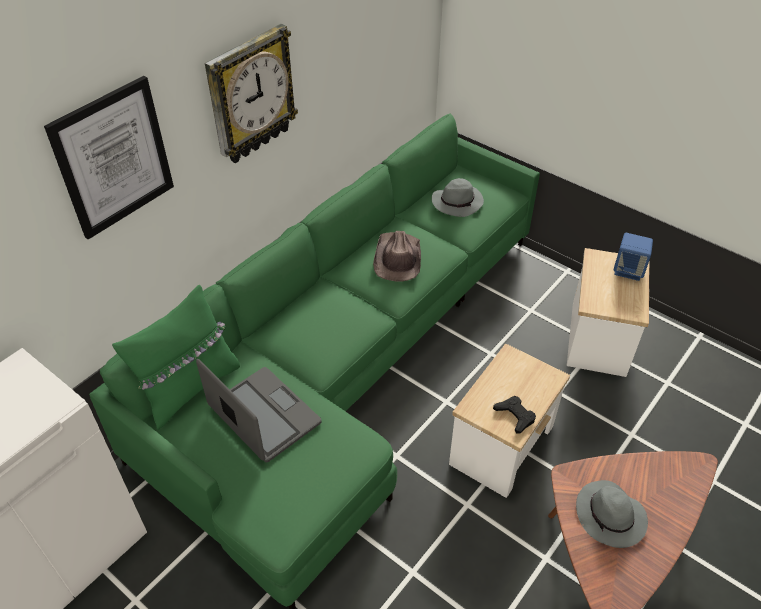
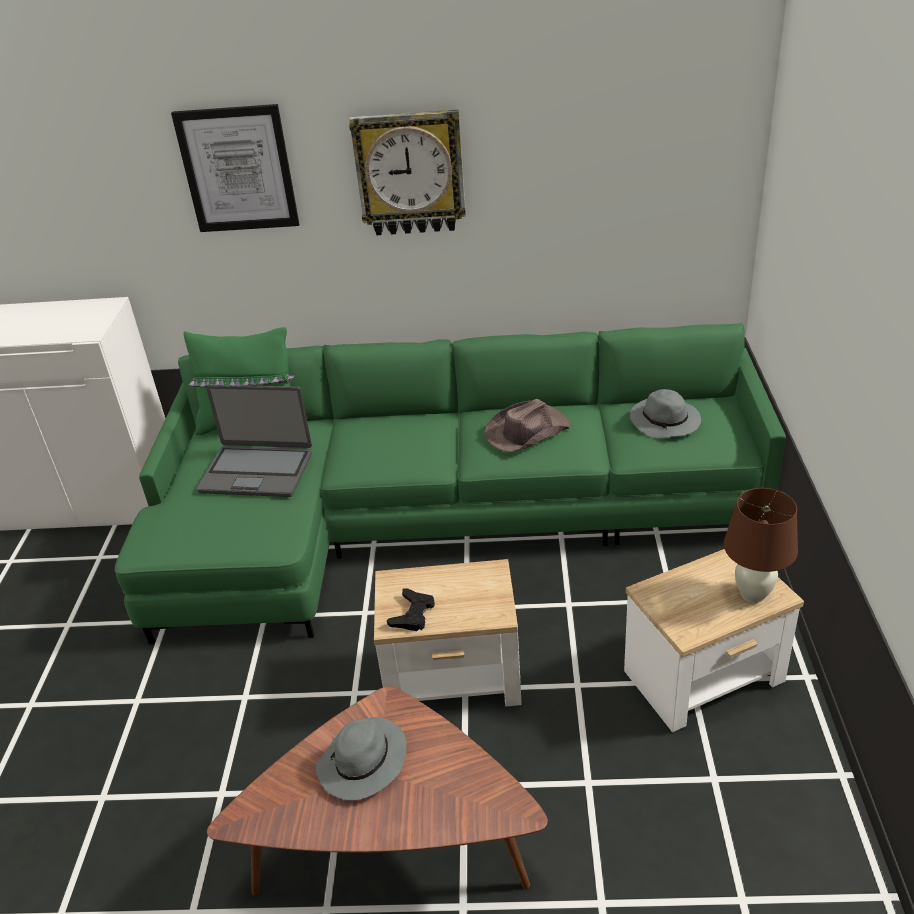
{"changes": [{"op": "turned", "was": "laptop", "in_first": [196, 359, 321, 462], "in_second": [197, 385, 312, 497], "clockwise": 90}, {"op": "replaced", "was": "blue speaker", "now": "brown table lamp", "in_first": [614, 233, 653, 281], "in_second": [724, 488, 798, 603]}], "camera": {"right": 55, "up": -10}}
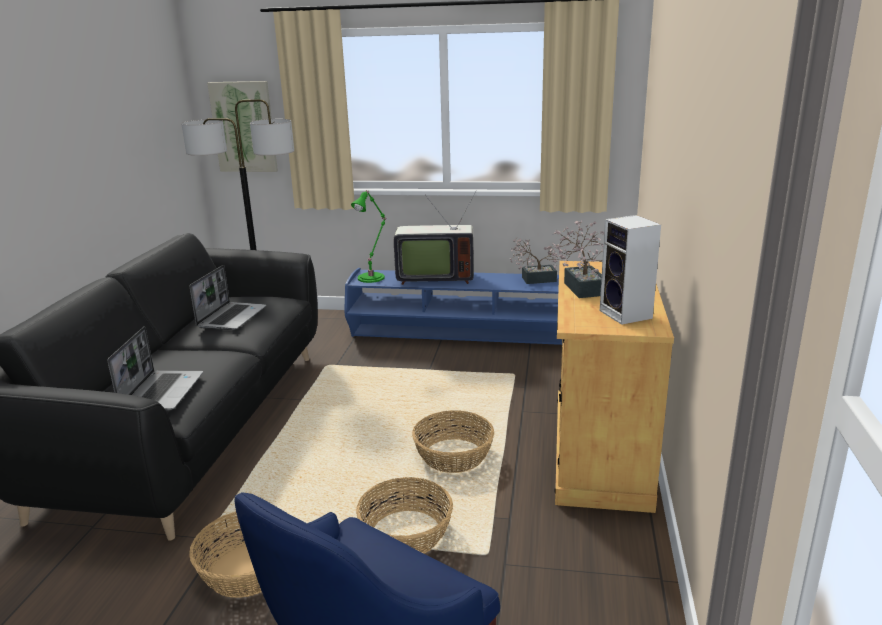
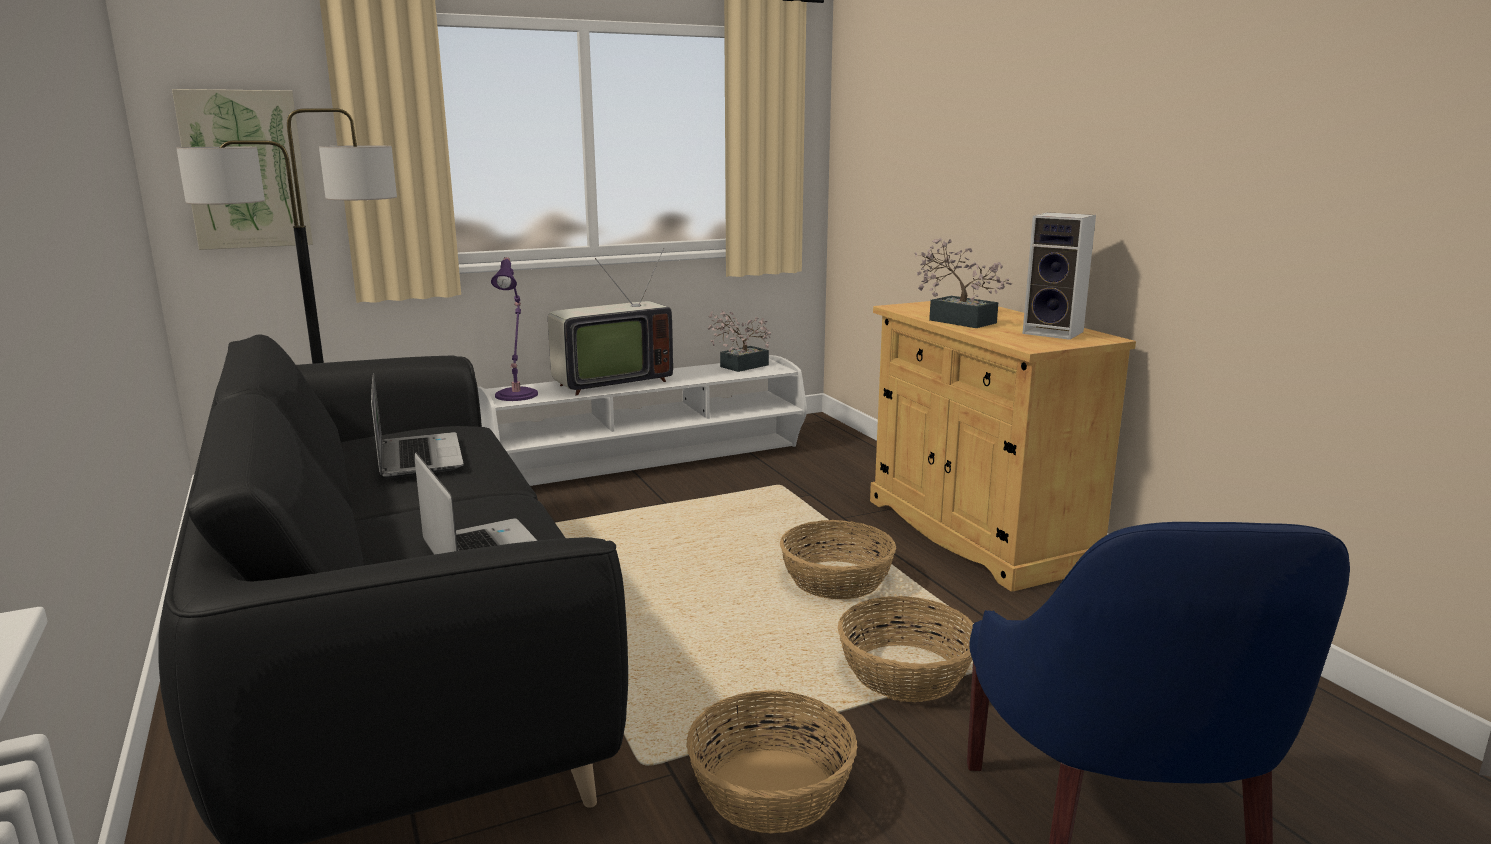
{"changes": [{"op": "recoloured", "was": "blue tv stand", "now": "white tv stand", "in_first": [345, 268, 562, 345], "in_second": [477, 355, 807, 486]}, {"op": "recoloured", "was": "green table lamp", "now": "purple table lamp", "in_first": [351, 190, 386, 283], "in_second": [491, 257, 538, 401]}], "camera": {"right": -35, "up": -5}}
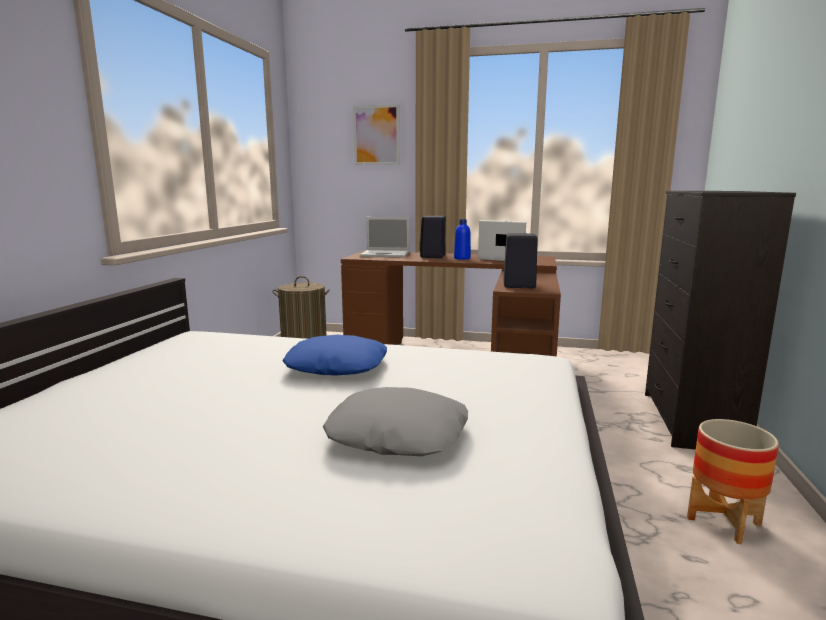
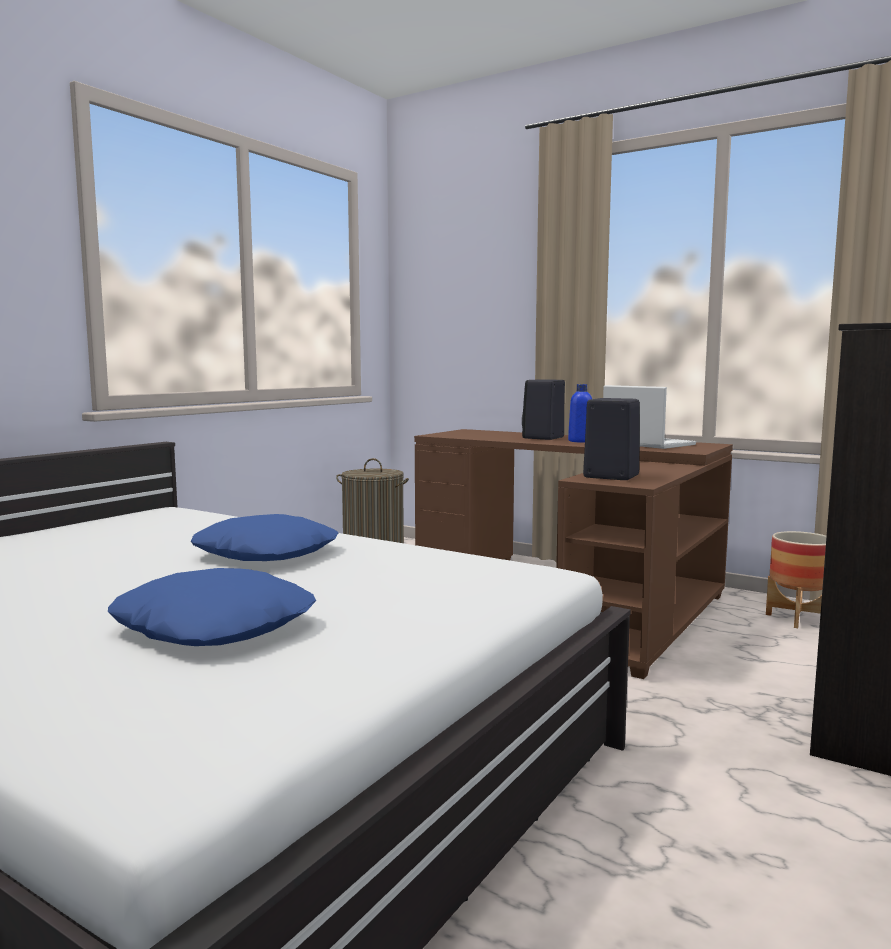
{"changes": [{"op": "recoloured", "was": "grey pillow", "now": "blue pillow", "in_first": [322, 387, 468, 456], "in_second": [108, 568, 316, 646]}, {"op": "removed", "was": "picture", "in_first": [353, 104, 400, 165]}, {"op": "removed", "was": "laptop", "in_first": [360, 217, 410, 257]}, {"op": "moved", "was": "planter", "in_first": [687, 419, 779, 544], "in_second": [766, 531, 826, 628]}], "camera": {"right": 20, "up": -5}}
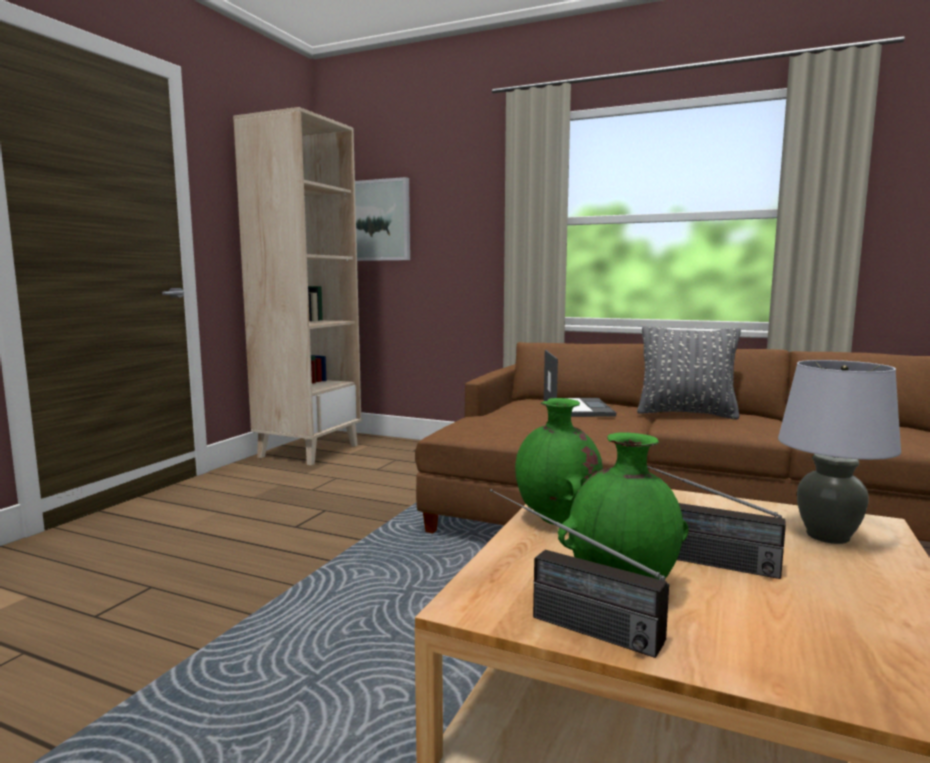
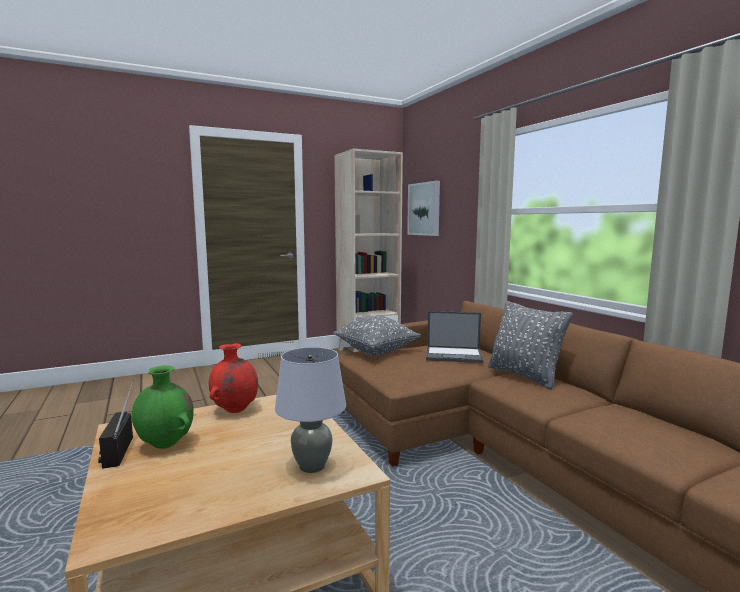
{"changes": [{"op": "recoloured", "was": "green vase", "now": "red vase", "in_first": [515, 398, 603, 524], "in_second": [209, 343, 258, 413]}, {"op": "turned", "was": "laptop", "in_first": [544, 350, 616, 417], "in_second": [426, 311, 483, 363], "clockwise": 60}, {"op": "removed", "was": "radio", "in_first": [647, 466, 786, 579]}, {"op": "added", "now": "grey pillow", "in_second": [333, 316, 421, 356]}], "camera": {"right": 40, "up": 0}}
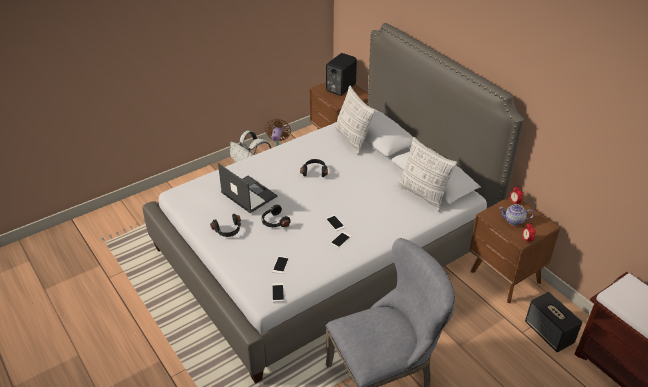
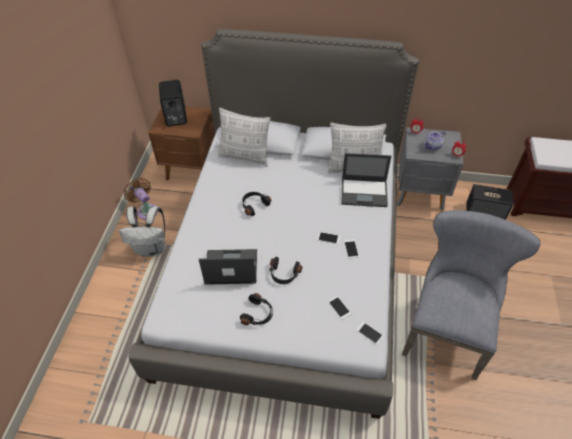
{"changes": [{"op": "recoloured", "was": "brown nightstand", "now": "grey nightstand", "in_first": [469, 197, 561, 303], "in_second": [397, 127, 463, 211]}, {"op": "added", "now": "laptop", "in_second": [341, 153, 391, 207]}], "camera": {"right": -45, "up": 10}}
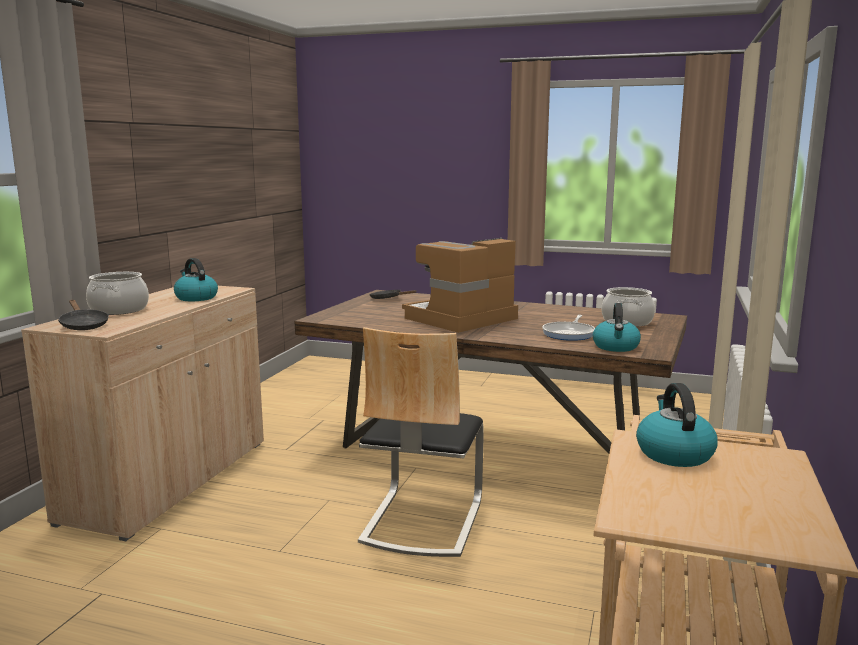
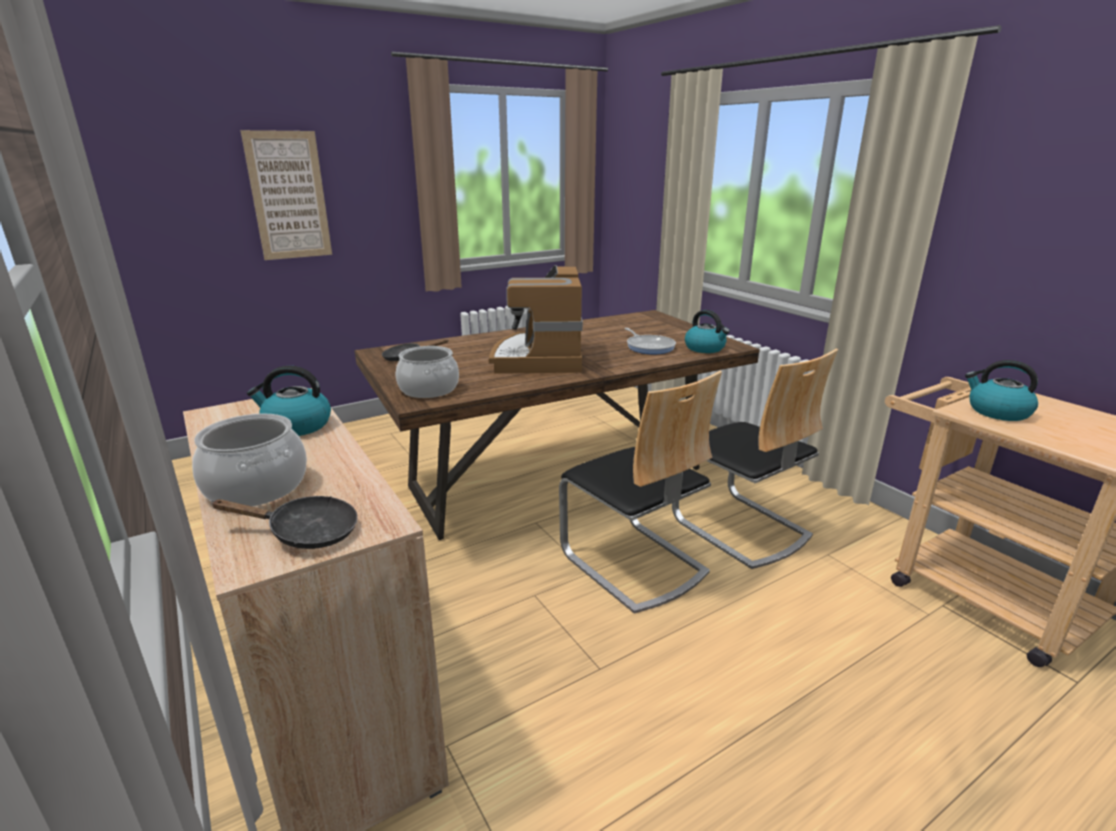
{"changes": [{"op": "moved", "was": "cooking pot", "in_first": [601, 287, 655, 327], "in_second": [396, 346, 459, 398]}, {"op": "added", "now": "picture", "in_second": [240, 130, 332, 260]}, {"op": "added", "now": "chair", "in_second": [672, 349, 838, 569]}], "camera": {"right": -50, "up": 10}}
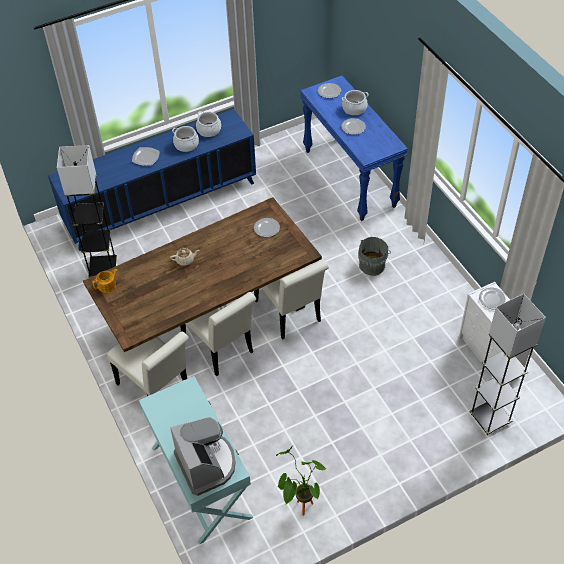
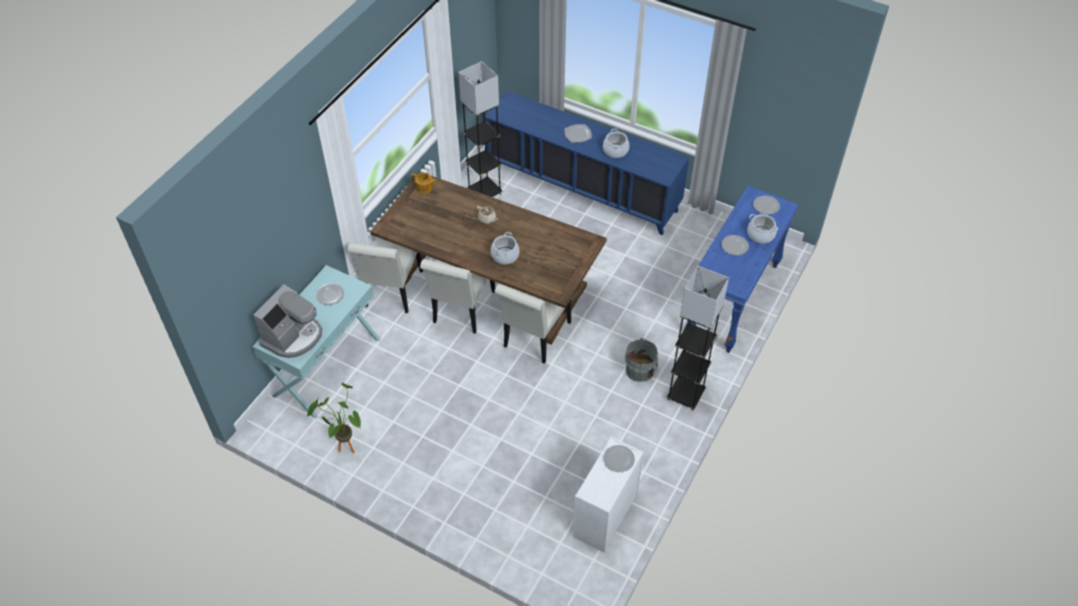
{"changes": [{"op": "moved", "was": "cooking pot", "in_first": [196, 111, 221, 137], "in_second": [491, 232, 519, 264]}, {"op": "moved", "was": "plate", "in_first": [254, 218, 280, 237], "in_second": [316, 283, 344, 305]}, {"op": "moved", "was": "grey floor lamp", "in_first": [469, 294, 546, 435], "in_second": [666, 266, 729, 410]}], "camera": {"right": 55, "up": 0}}
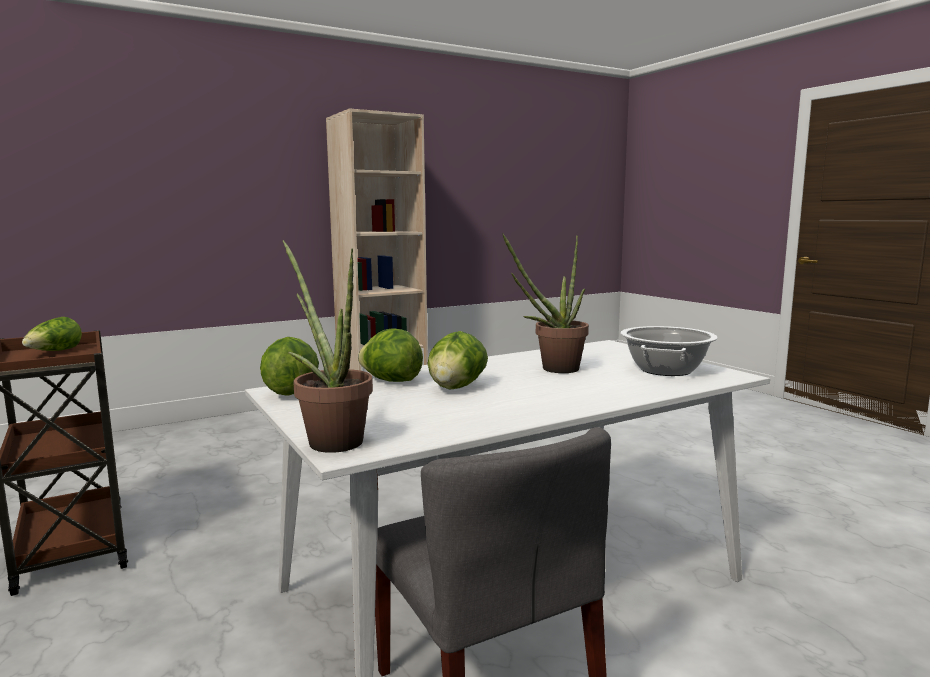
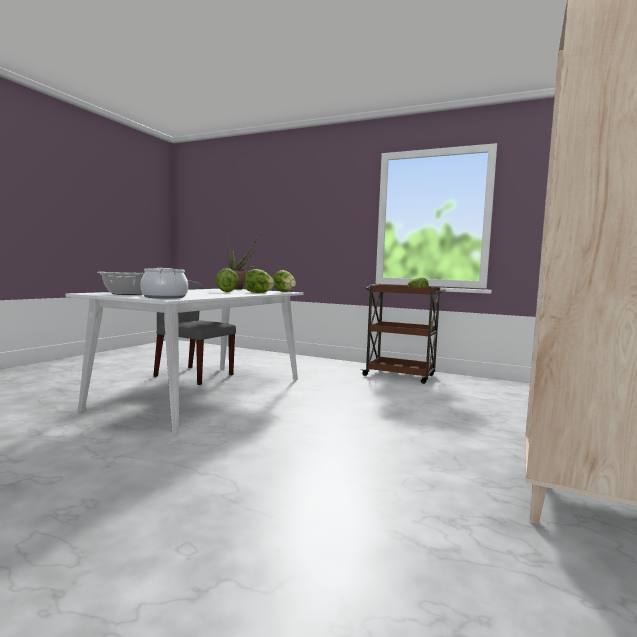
{"changes": [{"op": "removed", "was": "potted plant", "in_first": [502, 233, 589, 373]}, {"op": "added", "now": "cooking pot", "in_second": [140, 268, 188, 299]}], "camera": {"right": 145, "up": -5}}
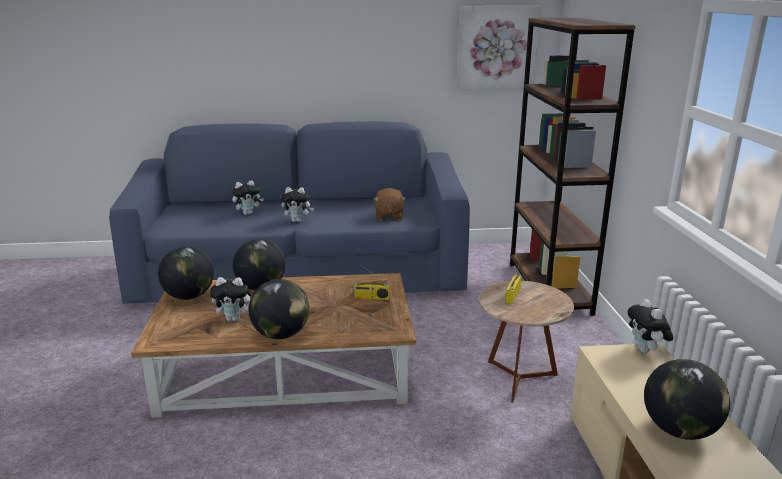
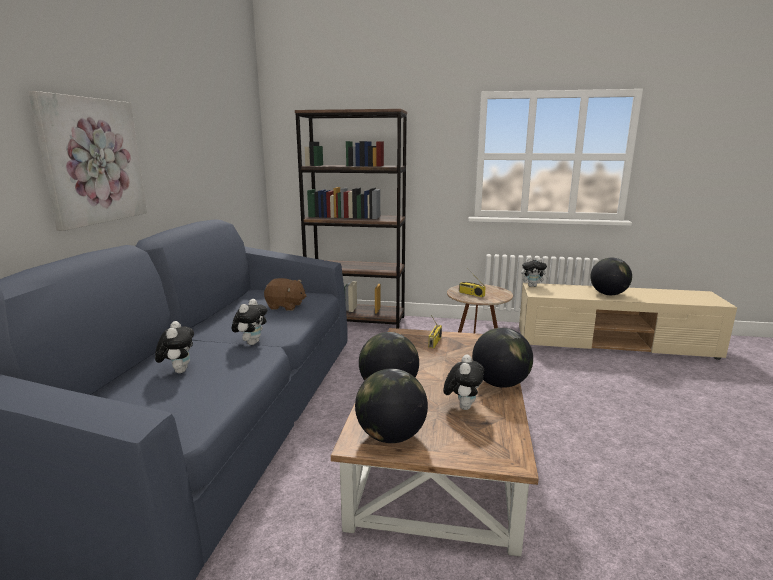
{"changes": [{"op": "moved", "was": "picture", "in_first": [457, 6, 541, 89], "in_second": [28, 91, 147, 231]}], "camera": {"right": -75, "up": -5}}
